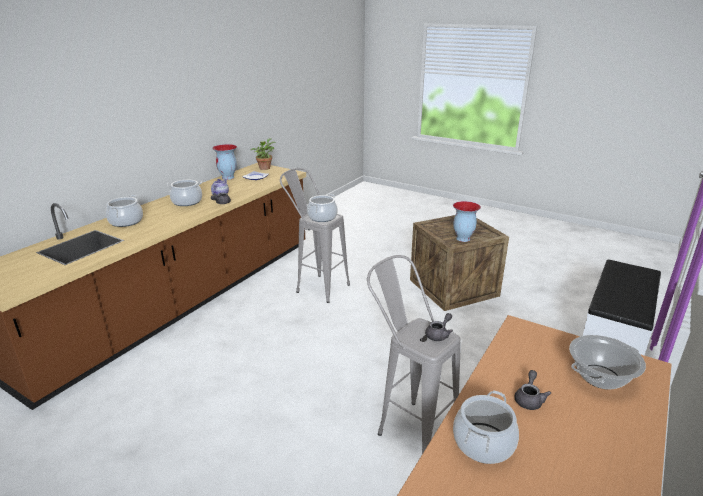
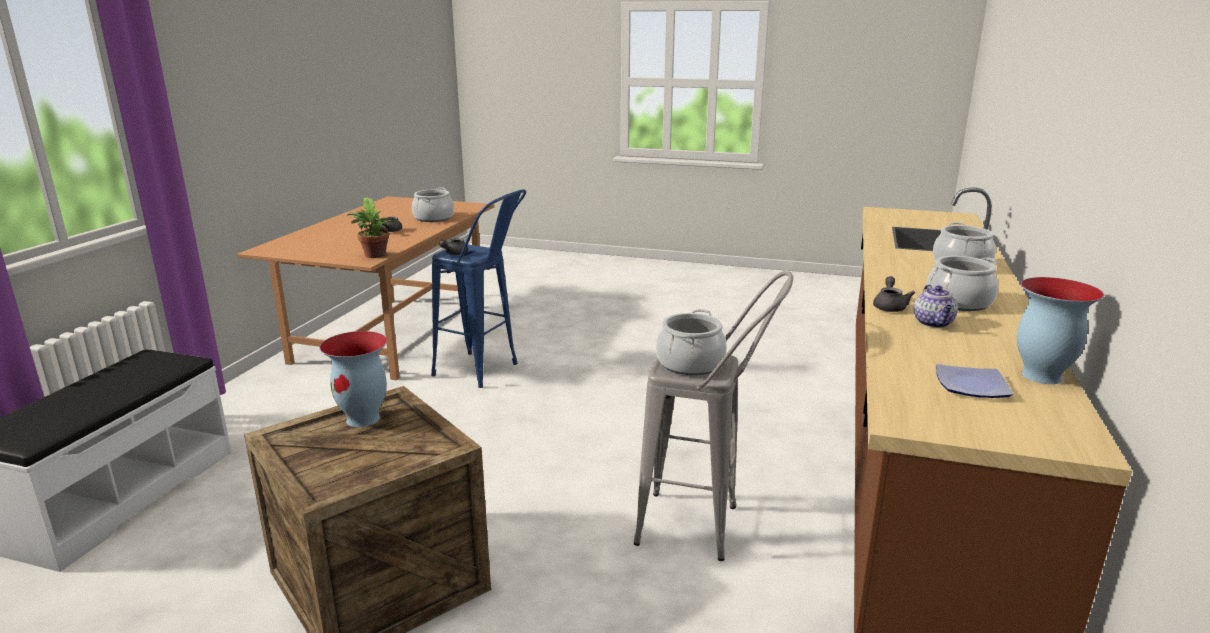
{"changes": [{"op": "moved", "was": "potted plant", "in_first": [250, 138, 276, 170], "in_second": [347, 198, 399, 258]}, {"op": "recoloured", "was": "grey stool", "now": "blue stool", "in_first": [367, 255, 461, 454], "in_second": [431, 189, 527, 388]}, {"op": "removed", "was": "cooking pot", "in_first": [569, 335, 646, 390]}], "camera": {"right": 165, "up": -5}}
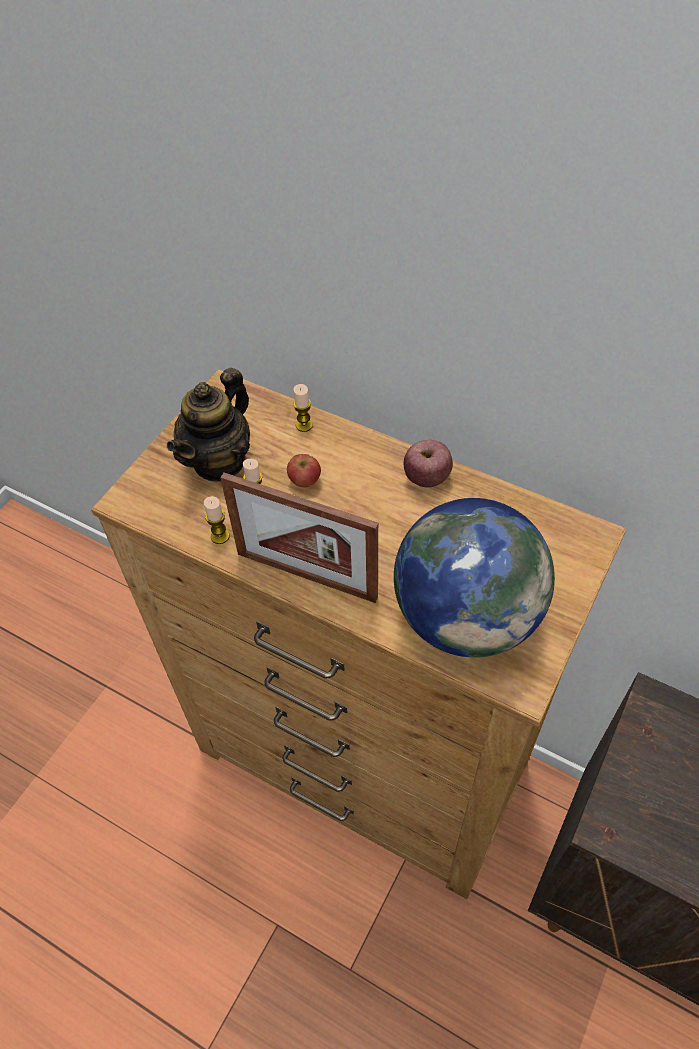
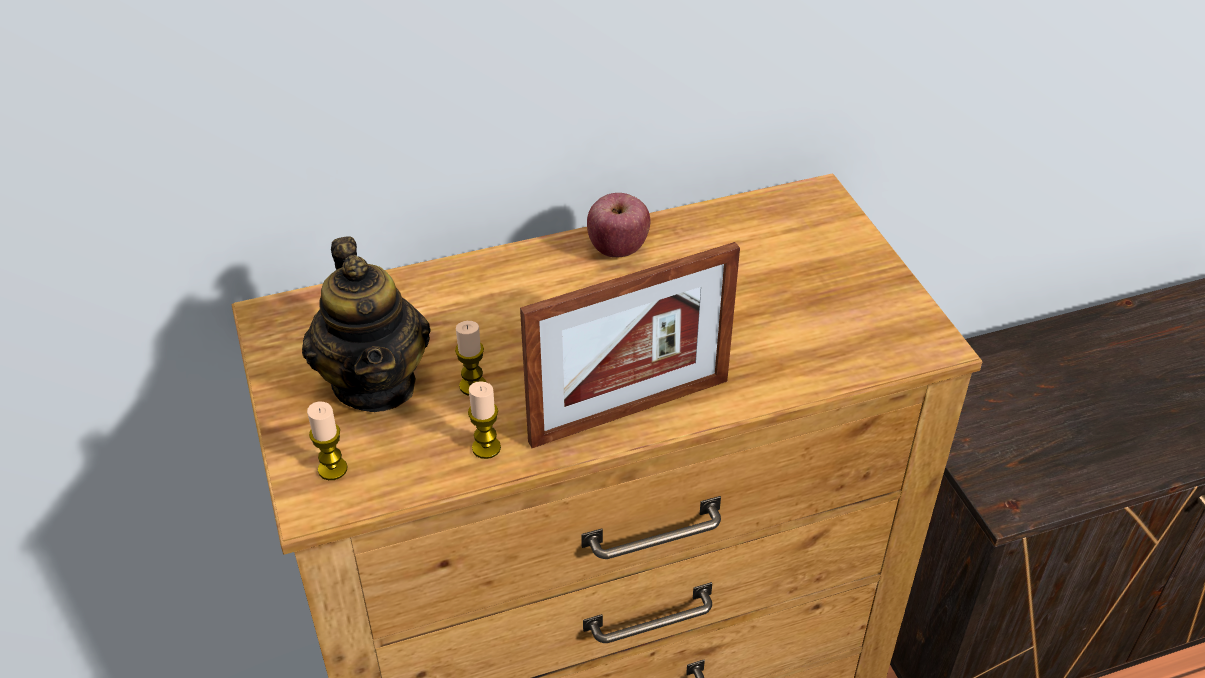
{"changes": [{"op": "removed", "was": "apple", "in_first": [287, 454, 321, 487]}, {"op": "moved", "was": "candle", "in_first": [293, 384, 313, 432], "in_second": [307, 402, 348, 480]}, {"op": "removed", "was": "globe", "in_first": [394, 498, 555, 658]}], "camera": {"right": -50, "up": -10}}
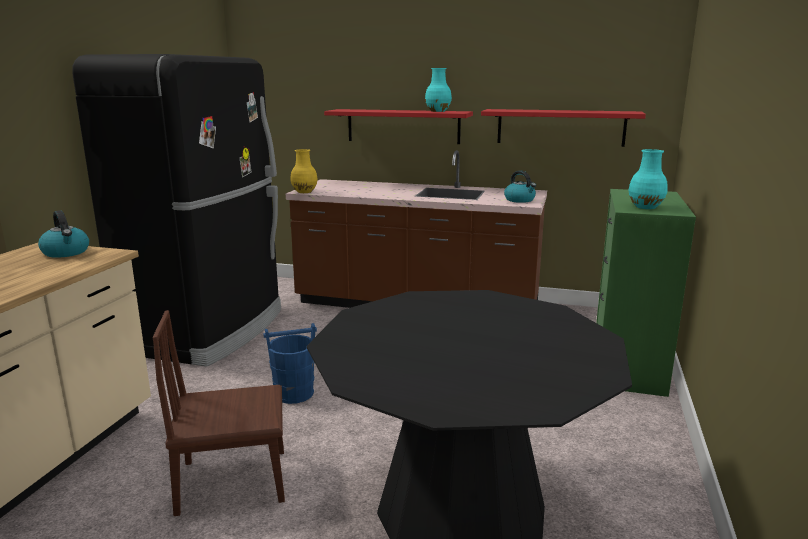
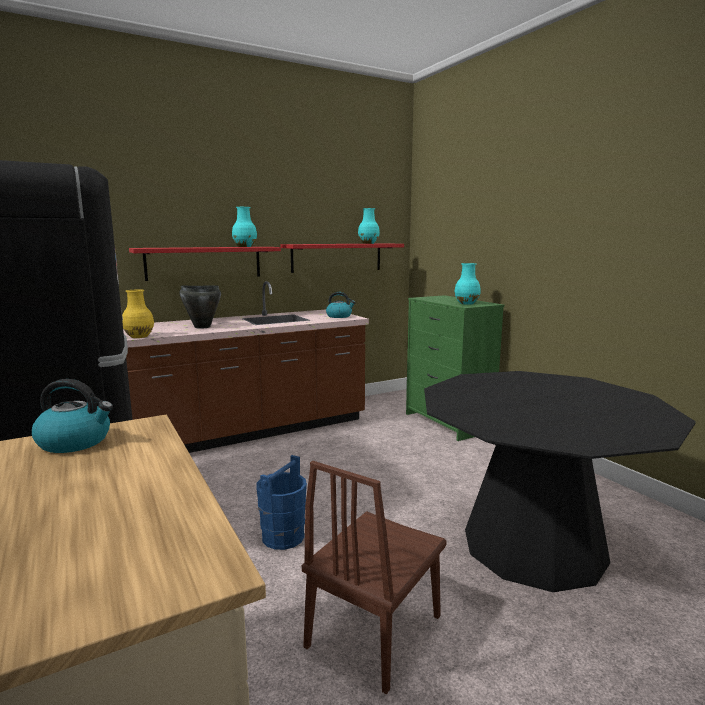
{"changes": [{"op": "added", "now": "black cooking pot", "in_second": [179, 285, 221, 329]}, {"op": "added", "now": "turquoise vase", "in_second": [358, 208, 380, 244]}], "camera": {"right": -45, "up": -5}}
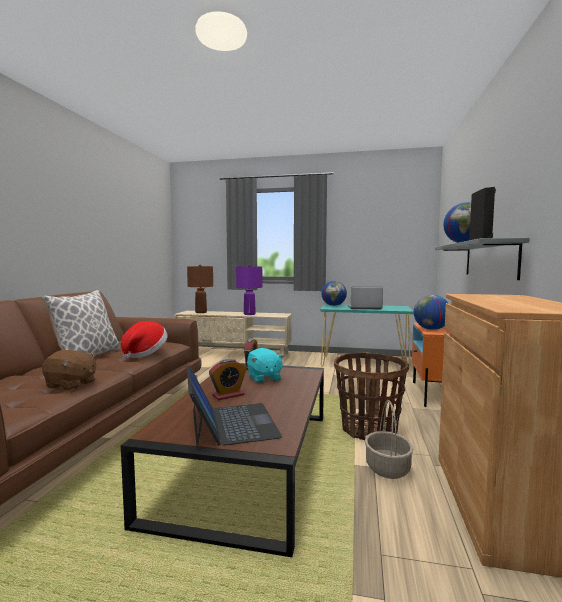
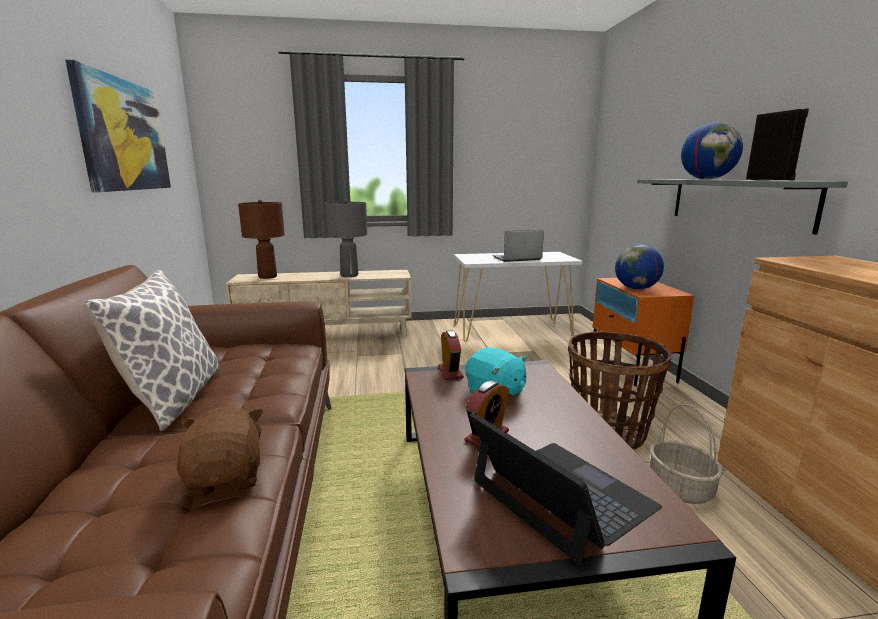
{"changes": [{"op": "turned", "was": "brown plush toy", "in_first": [42, 350, 96, 391], "in_second": [177, 407, 264, 497], "clockwise": -105}, {"op": "removed", "was": "hat", "in_first": [121, 321, 168, 359]}, {"op": "recoloured", "was": "purple table lamp", "now": "grey table lamp", "in_first": [236, 265, 262, 315], "in_second": [325, 199, 367, 277]}, {"op": "recoloured", "was": "turquoise console table", "now": "white console table", "in_first": [320, 304, 414, 371], "in_second": [454, 252, 583, 342]}, {"op": "removed", "was": "globe", "in_first": [321, 281, 347, 306]}, {"op": "added", "now": "picture", "in_second": [65, 60, 171, 192]}], "camera": {"right": -20, "up": 10}}
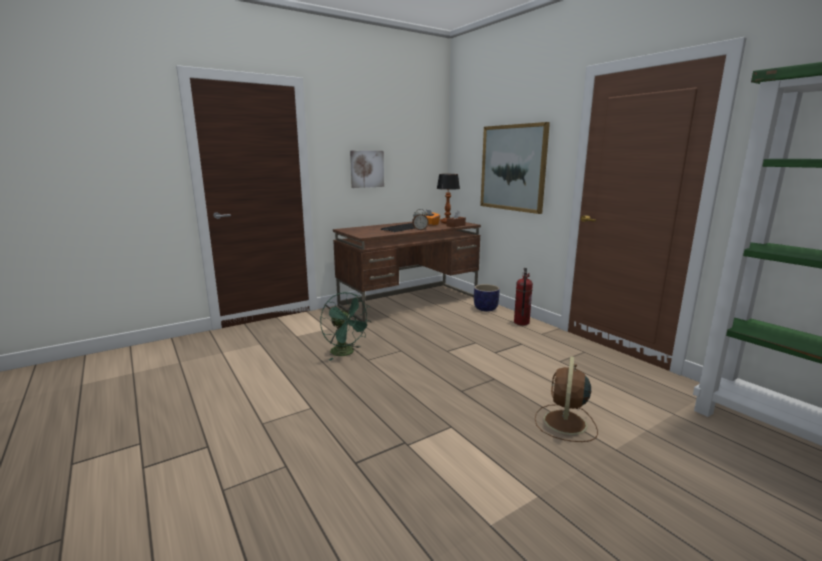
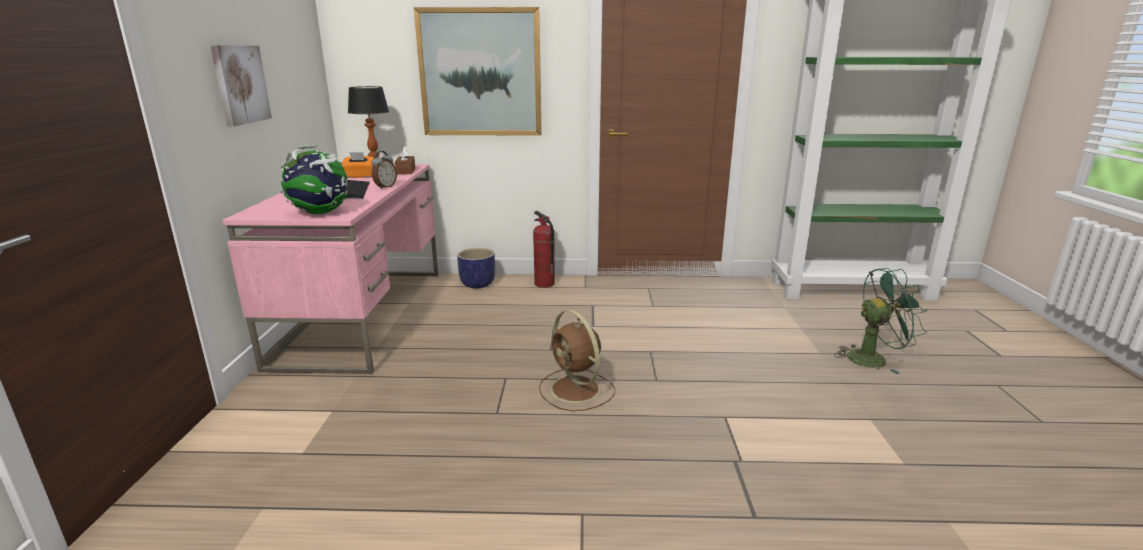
{"changes": [{"op": "moved", "was": "green fan", "in_first": [320, 292, 372, 361], "in_second": [834, 268, 928, 374]}, {"op": "recoloured", "was": "brown desk", "now": "pink desk", "in_first": [333, 219, 481, 322], "in_second": [222, 164, 438, 374]}, {"op": "moved", "was": "brown fan", "in_first": [535, 356, 598, 442], "in_second": [539, 310, 615, 411]}, {"op": "added", "now": "globe", "in_second": [281, 145, 347, 214]}], "camera": {"right": -55, "up": 5}}
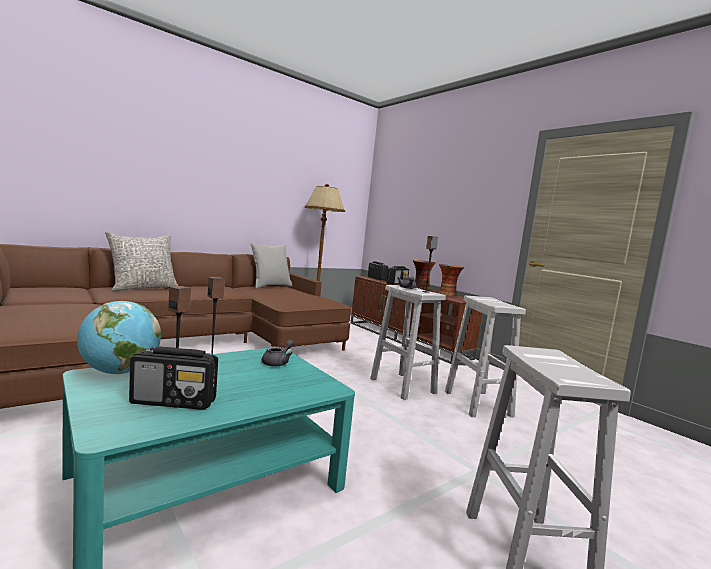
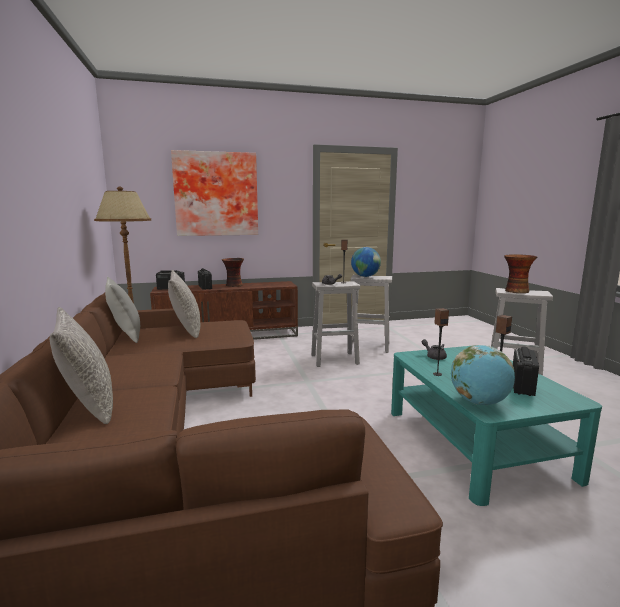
{"changes": [{"op": "moved", "was": "vase", "in_first": [439, 264, 464, 296], "in_second": [504, 254, 537, 293]}, {"op": "added", "now": "grey pillow", "in_second": [168, 270, 200, 338]}, {"op": "added", "now": "picture", "in_second": [171, 150, 258, 236]}, {"op": "added", "now": "globe", "in_second": [351, 247, 381, 277]}], "camera": {"right": -65, "up": 5}}
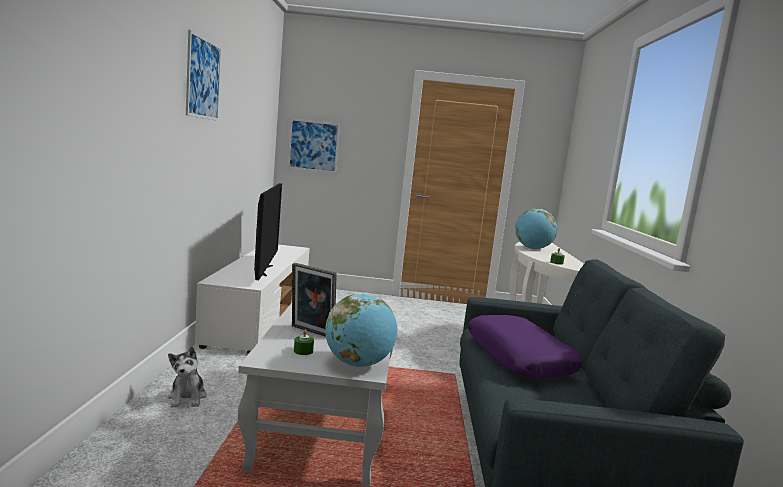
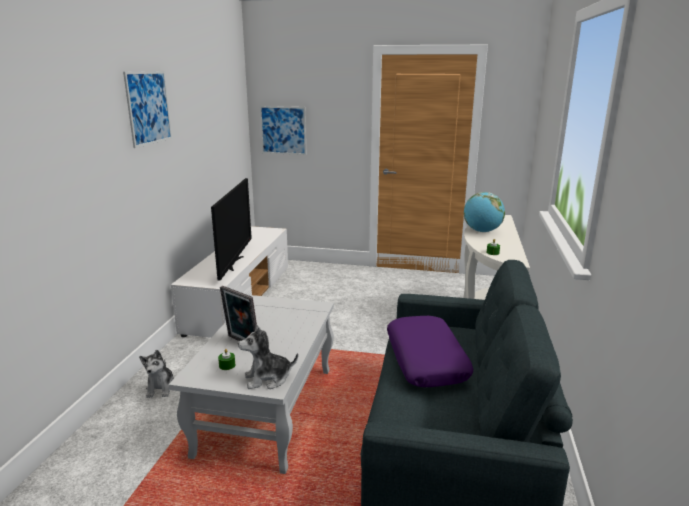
{"changes": [{"op": "replaced", "was": "globe", "now": "plush toy", "in_first": [325, 293, 397, 367], "in_second": [238, 324, 298, 389]}], "camera": {"right": 10, "up": 10}}
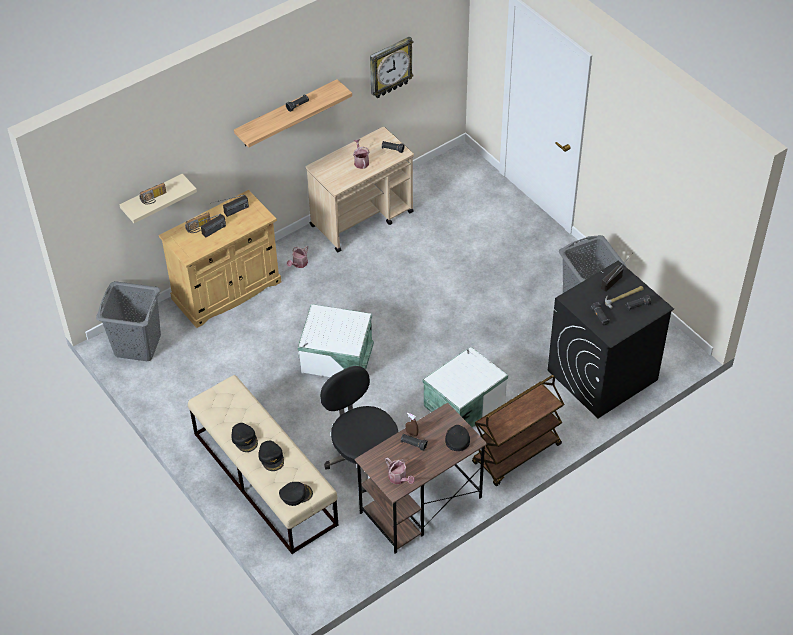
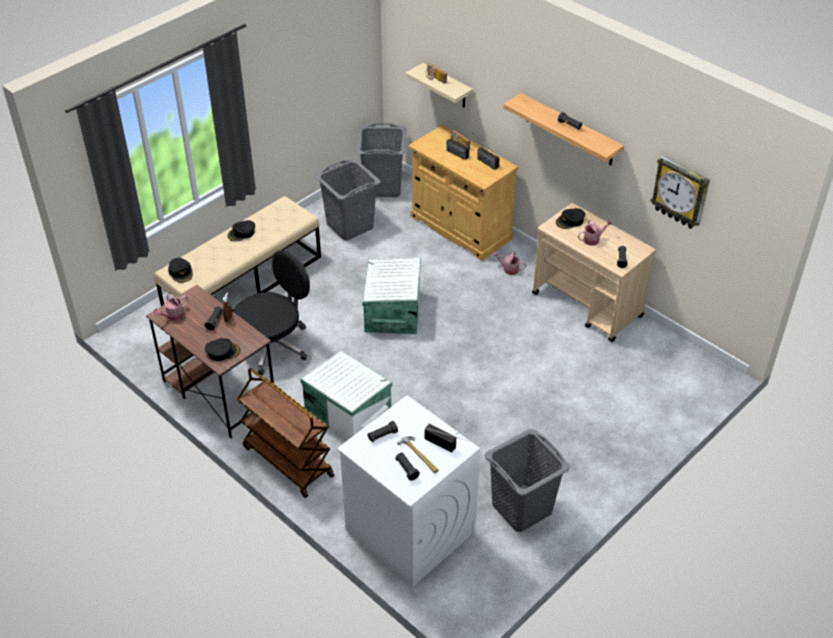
{"changes": [{"op": "moved", "was": "black cap", "in_first": [258, 441, 284, 471], "in_second": [556, 208, 585, 229]}, {"op": "recoloured", "was": "black washing machine", "now": "white washing machine", "in_first": [548, 261, 674, 418], "in_second": [337, 395, 480, 586]}, {"op": "added", "now": "grey laundry basket", "in_second": [315, 159, 381, 240]}], "camera": {"right": 80, "up": -5}}
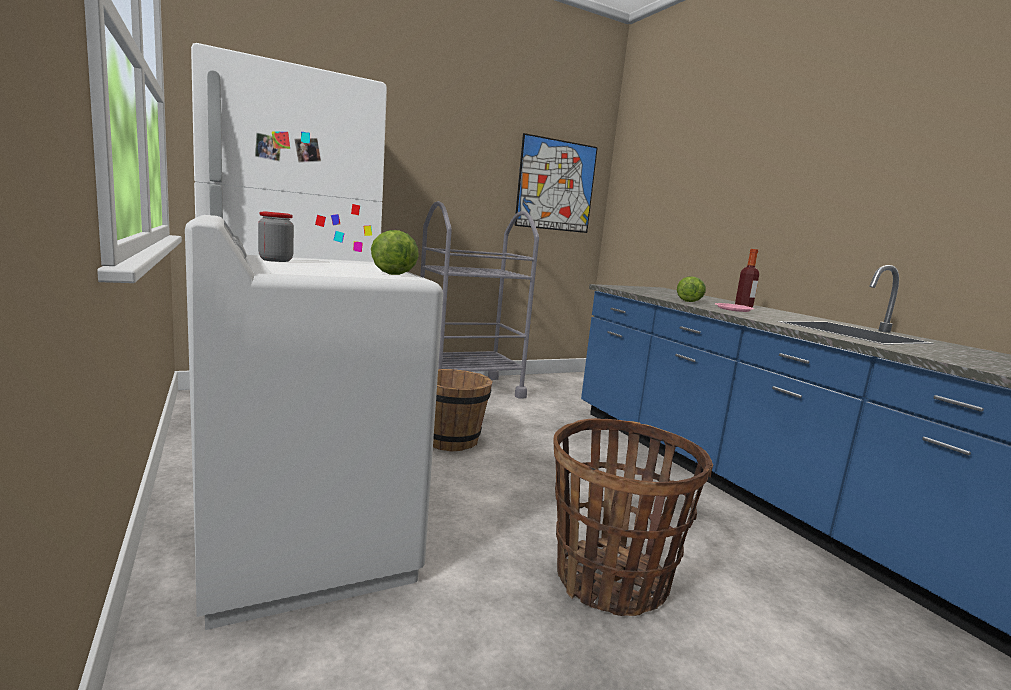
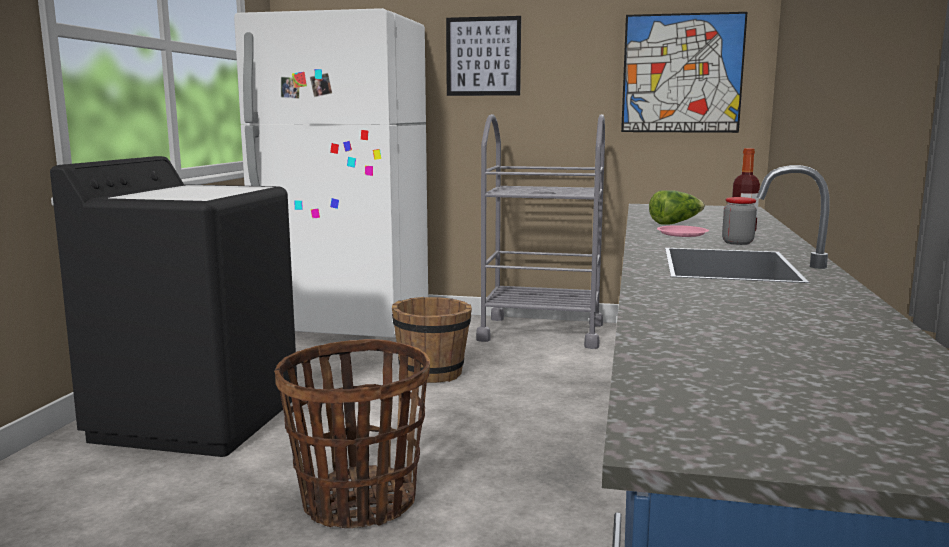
{"changes": [{"op": "recoloured", "was": "white washing machine", "now": "black washing machine", "in_first": [185, 215, 443, 630], "in_second": [50, 156, 297, 457]}, {"op": "moved", "was": "jar", "in_first": [258, 211, 294, 262], "in_second": [722, 197, 757, 245]}, {"op": "removed", "was": "lettuce", "in_first": [371, 230, 419, 275]}, {"op": "added", "now": "picture", "in_second": [446, 16, 521, 96]}], "camera": {"right": 40, "up": 0}}
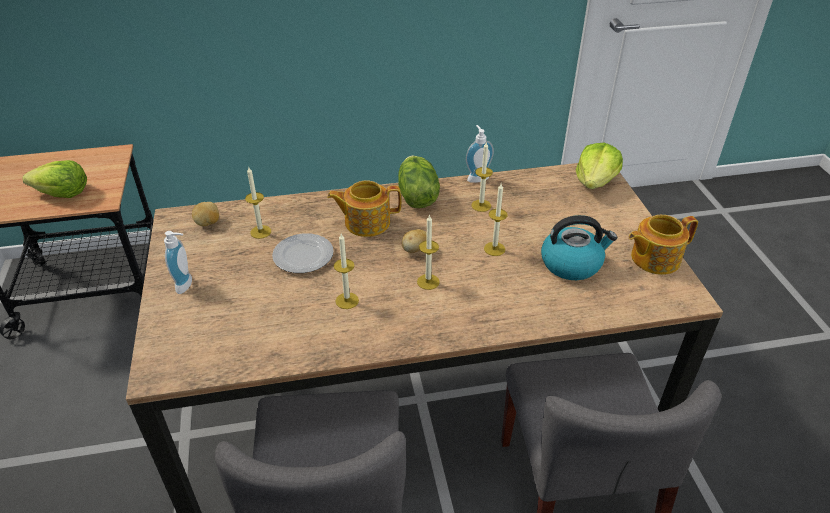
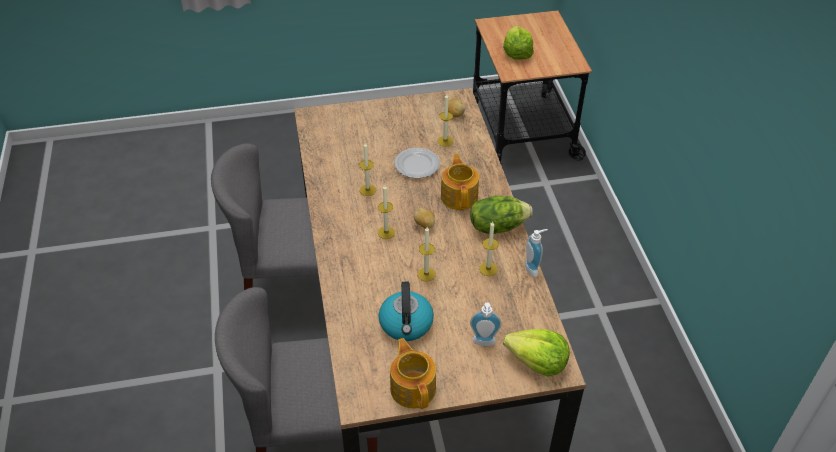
{"changes": [{"op": "moved", "was": "soap dispenser", "in_first": [164, 231, 192, 294], "in_second": [470, 302, 502, 346]}], "camera": {"right": 90, "up": 5}}
